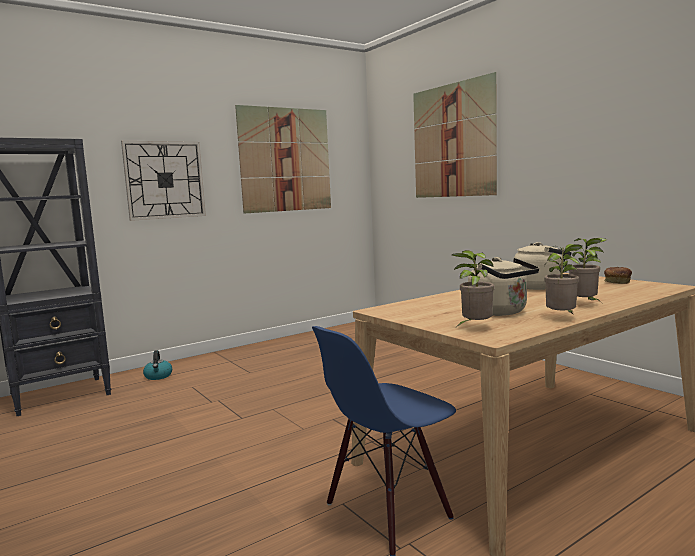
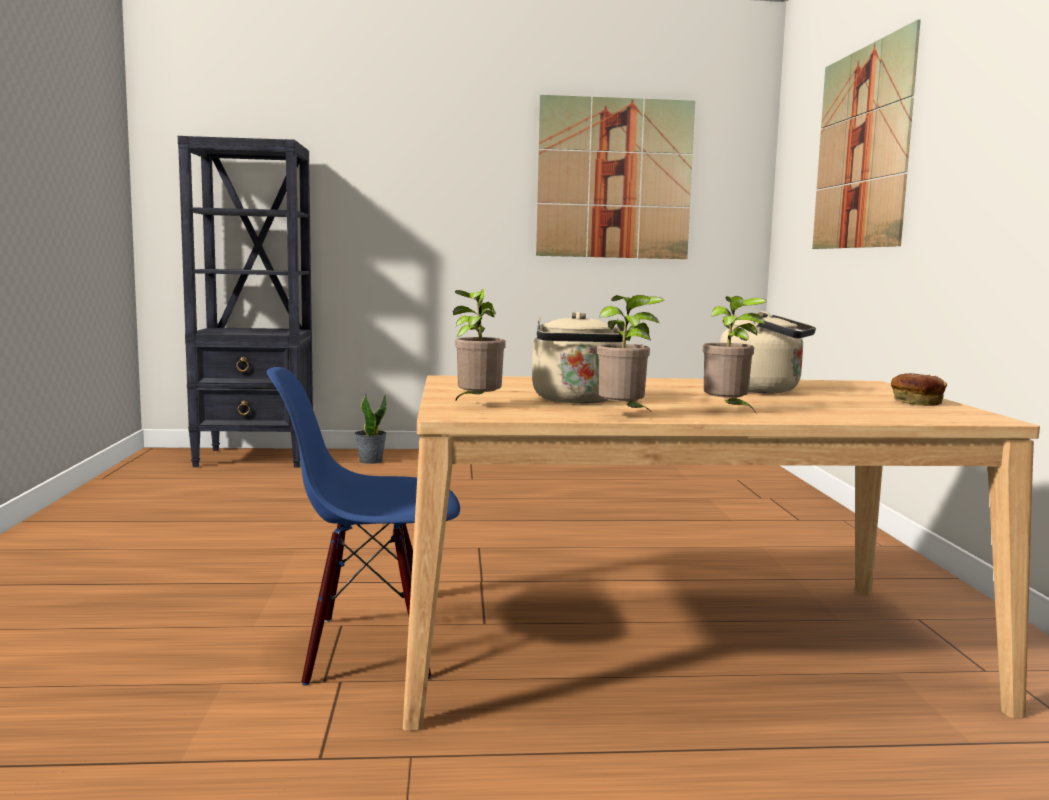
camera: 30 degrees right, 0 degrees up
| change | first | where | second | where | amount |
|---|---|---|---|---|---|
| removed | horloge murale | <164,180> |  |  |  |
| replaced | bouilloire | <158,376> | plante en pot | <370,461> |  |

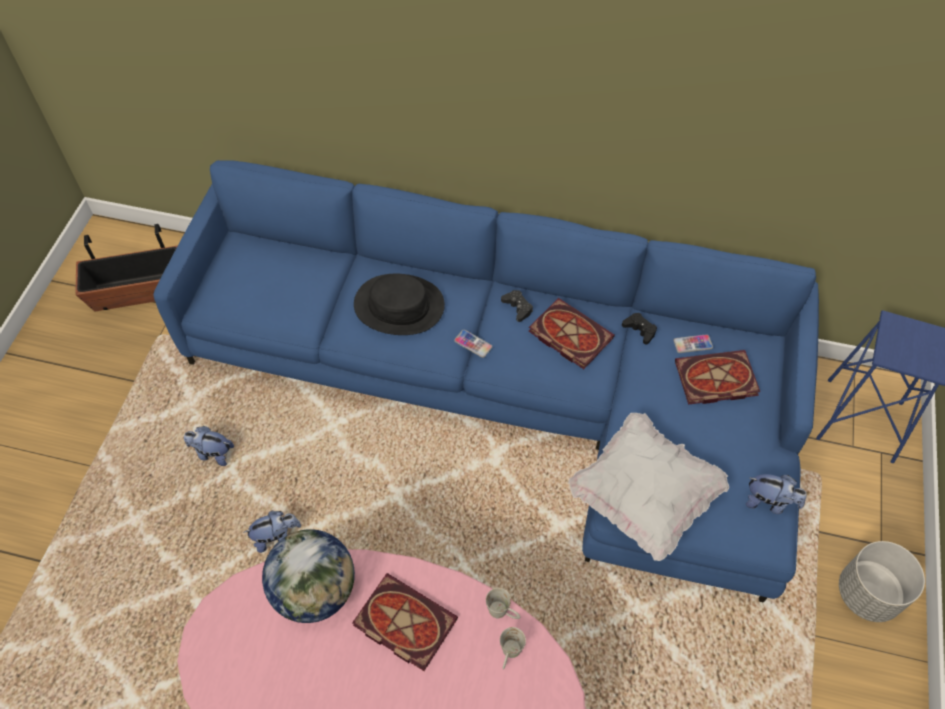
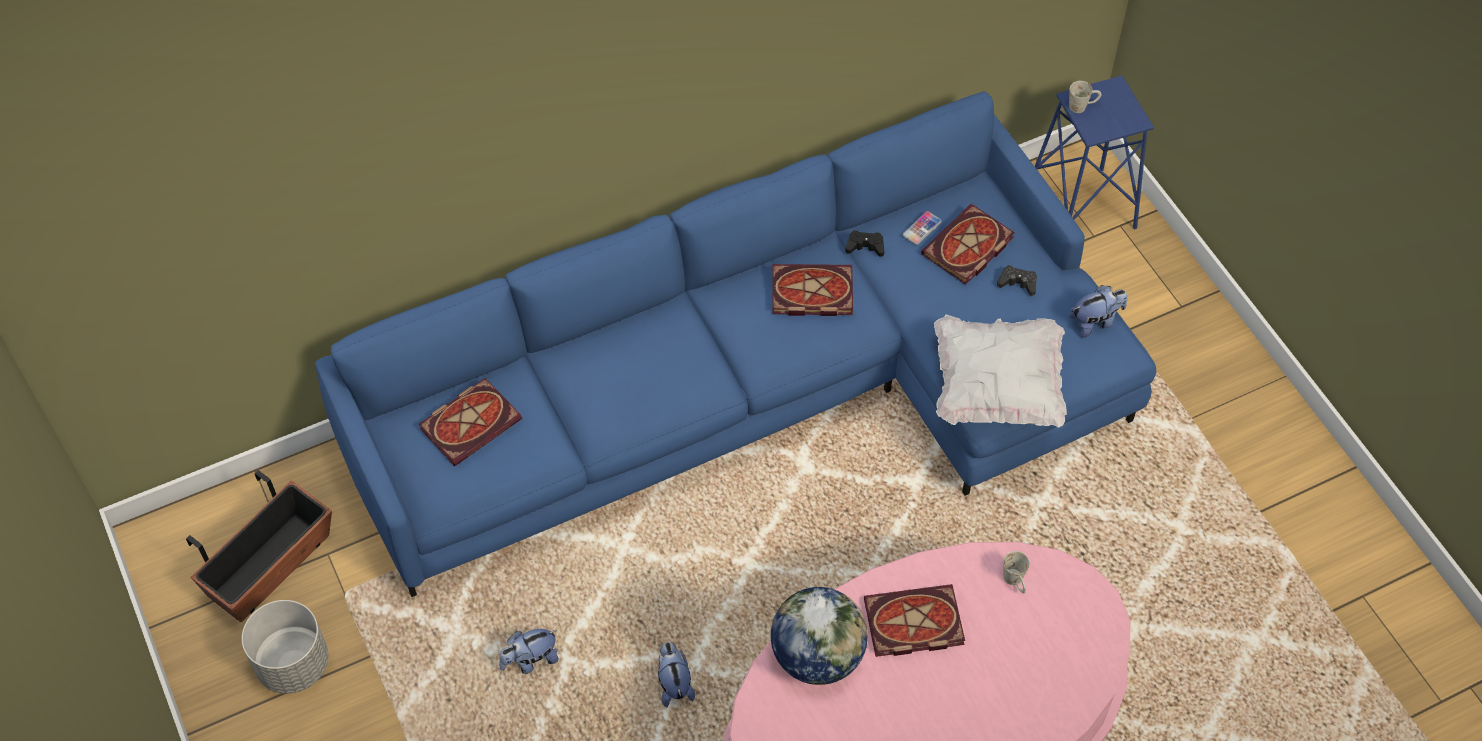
camera: 40 degrees left, 0 degrees up
| change | first | where | second | where | amount |
|---|---|---|---|---|---|
| removed | chapeau/noir | <399,305> |  |  |  |
| removed | téléphone | <473,344> |  |  |  |
| added |  |  | livre | <471,422> |  |
| moved | mug/blanc | <503,612> |  | <1082,106> |  |
| moved | manette/noir | <517,307> |  | <1017,283> |  |
| moved | cache-pot/gris | <868,594> |  | <294,664> |  |
| turned | peluche | <276,536> |  | <674,683> | 45 degrees counterclockwise |

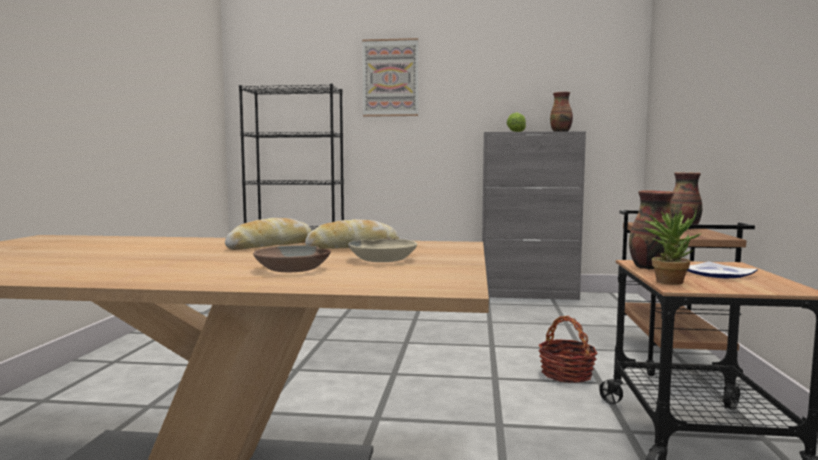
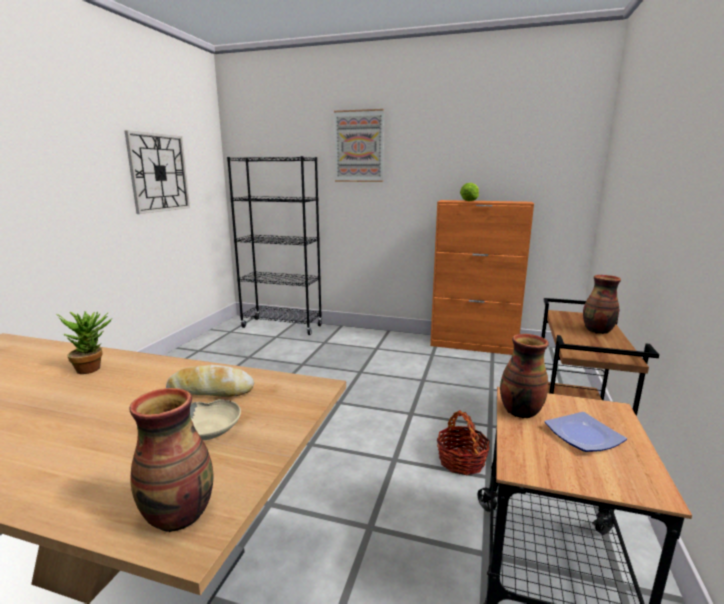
camera: 10 degrees right, 10 degrees up
| change | first | where | second | where | amount |
|---|---|---|---|---|---|
| removed | pain | <270,245> |  |  |  |
| removed | bol/marron | <292,268> |  |  |  |
| added |  |  | horloge murale | <159,173> |  |
| moved | vase | <561,132> |  | <180,514> |  |
| moved | plante en pot | <669,281> |  | <93,368> |  |
| recoloured | meuble de rangement/gris | <529,295> | meuble de rangement/orange | <473,346> |  |

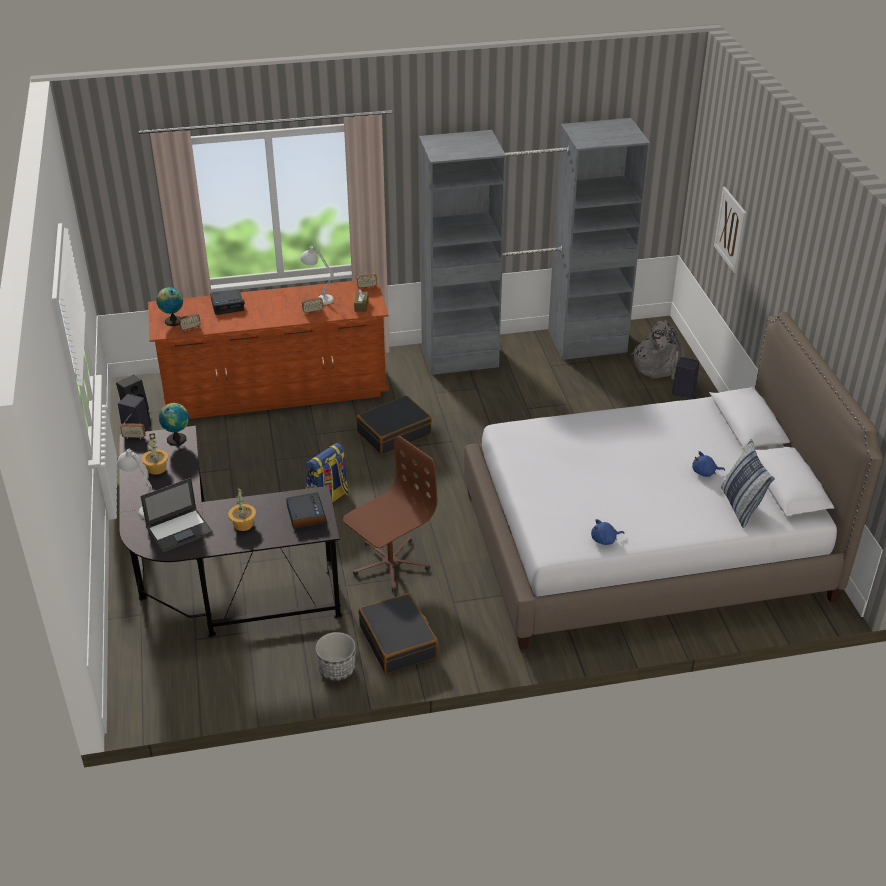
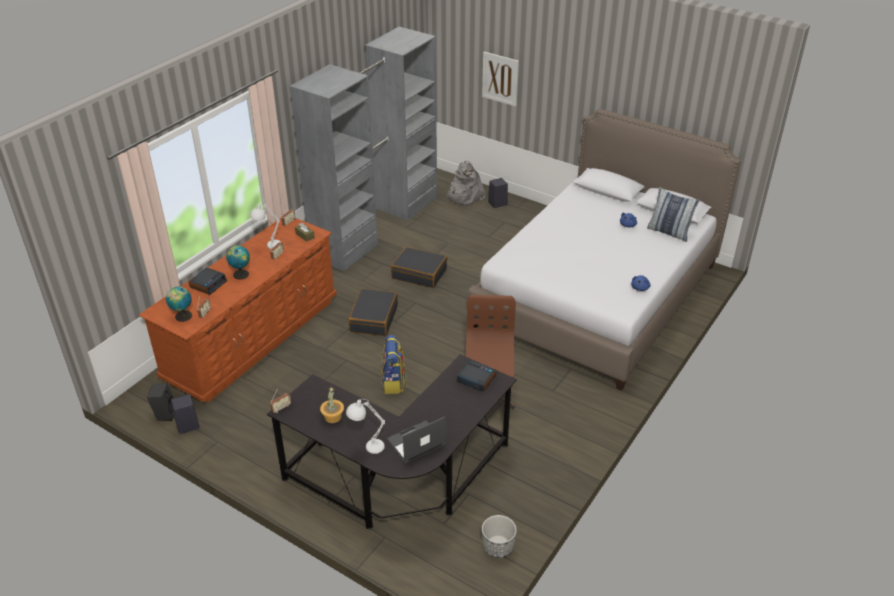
camera: 45 degrees left, 0 degrees up
| change | first | where | second | where | amount |
|---|---|---|---|---|---|
| removed | plante en pot | <243,524> |  |  |  |
| moved | globe | <177,438> |  | <240,274> |  |
| moved | cache-pot | <337,669> |  | <498,547> |  |
| moved | valise/noir | <398,641> |  | <419,273> |  |
| turned | ordinateur portable | <180,530> |  | <415,442> | 135 degrees counterclockwise |

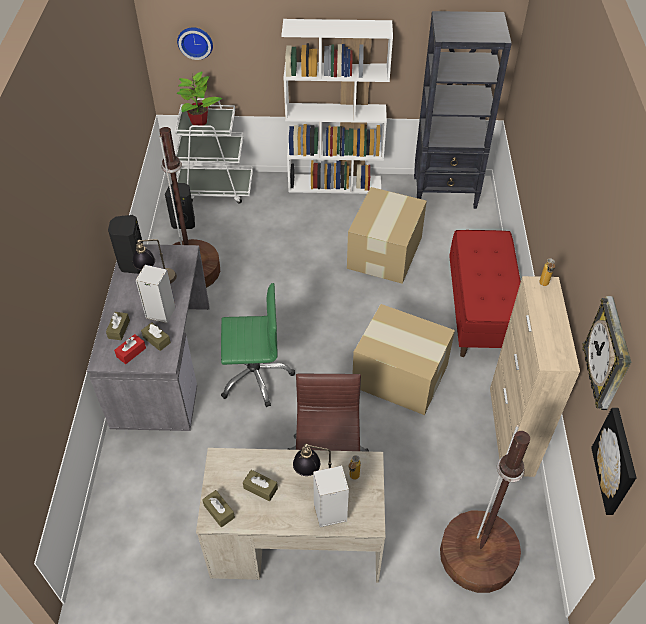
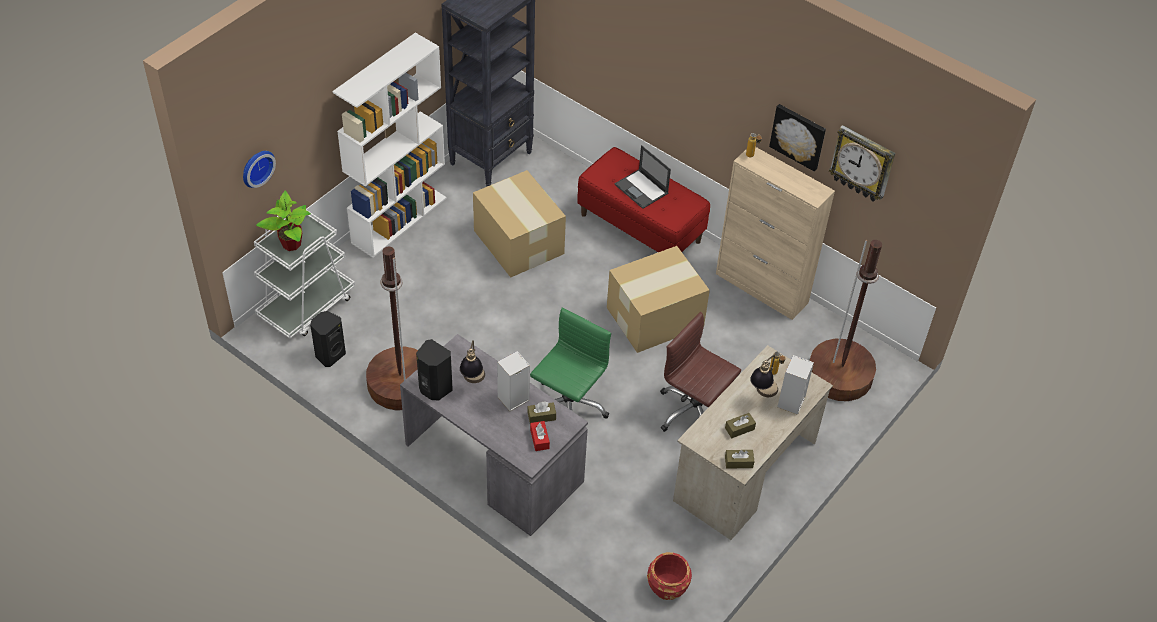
camera: 55 degrees left, 0 degrees up
| change | first | where | second | where | amount |
|---|---|---|---|---|---|
| removed | boîte à mouchoirs/marron | <119,329> |  |  |  |
| added |  |  | ordinateur portable | <642,189> |  |
| added |  |  | cache-pot/rouge | <667,587> |  |
| moved | tableau | <616,461> |  | <798,136> |  |

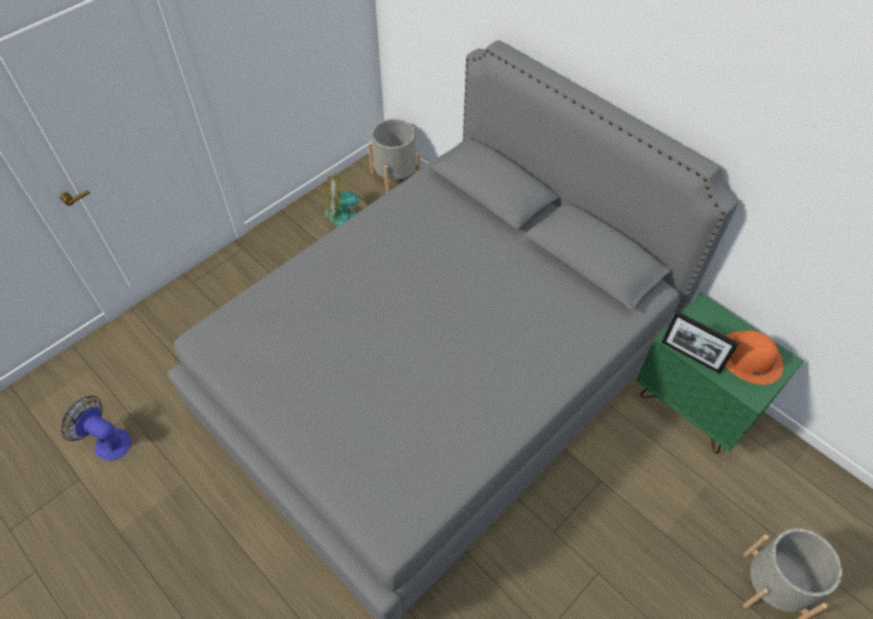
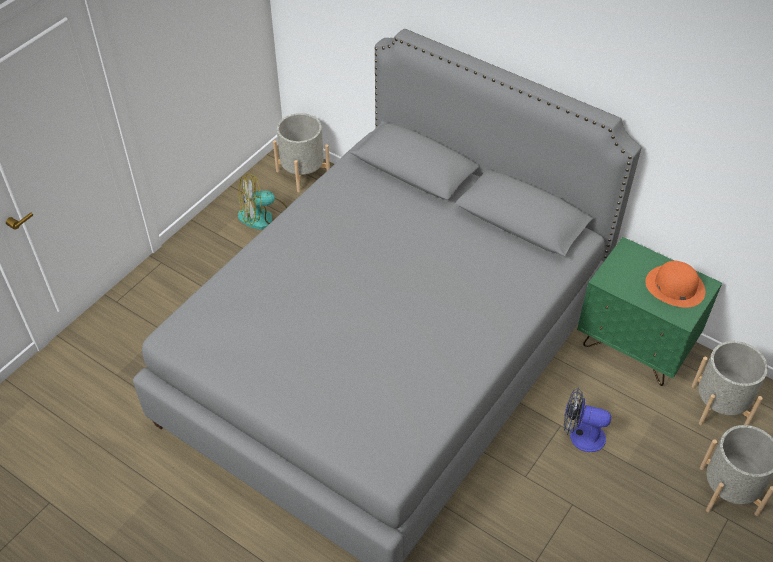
camera: 10 degrees left, 5 degrees down
| change | first | where | second | where | amount |
|---|---|---|---|---|---|
| removed | cadre photo | <691,356> |  |  |  |
| added |  |  | cache-pot/gris | <719,405> |  |
| moved | ventilateur | <107,441> |  | <580,435> |  |

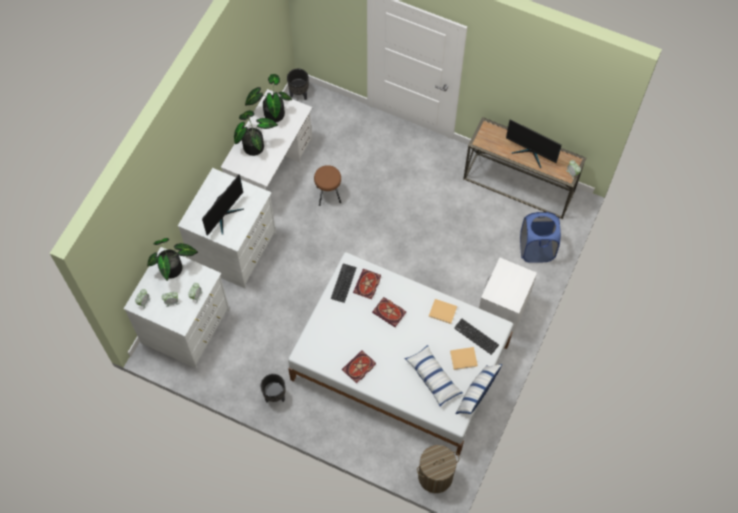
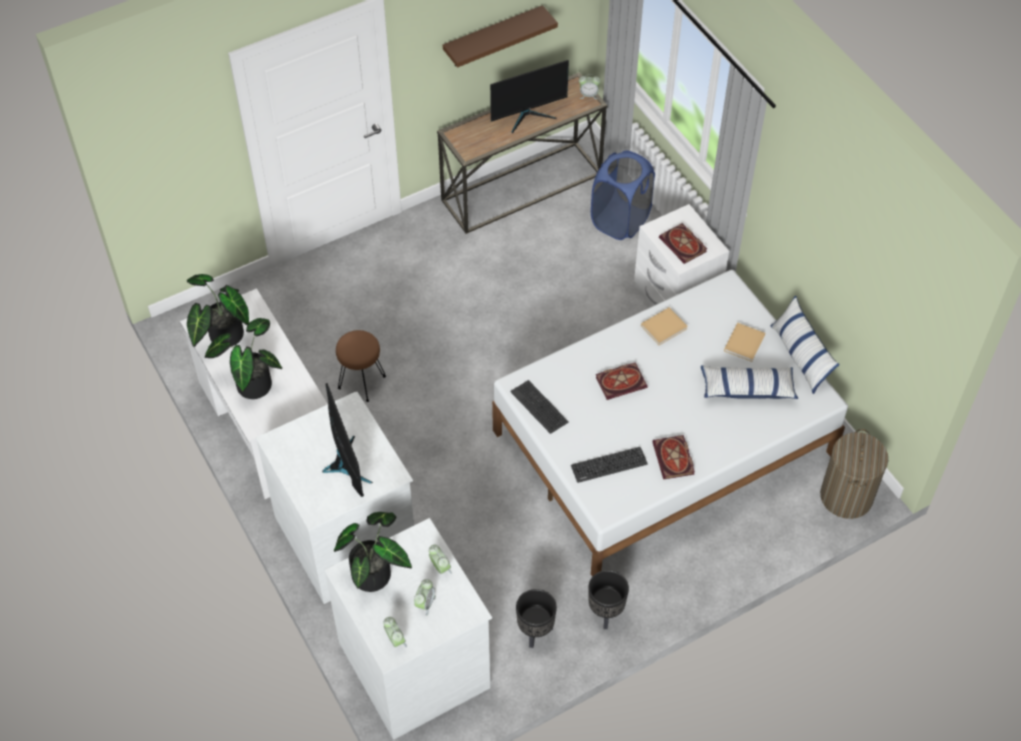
camera: 55 degrees left, 10 degrees down
| change | first | where | second | where | amount |
|---|---|---|---|---|---|
| added |  |  | étagère/marron | <493,37> |  |
| moved | cache-pot/noir | <299,94> |  | <535,632> |  |
| moved | livre | <367,285> |  | <684,245> |  |
| moved | clavier | <476,336> |  | <609,465> |  |

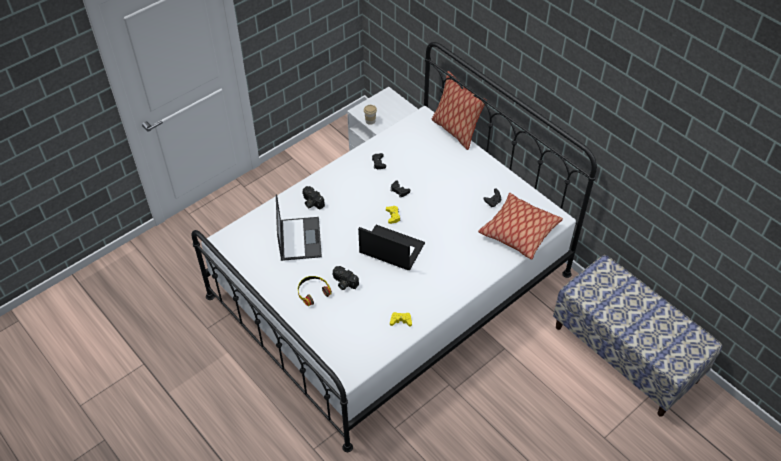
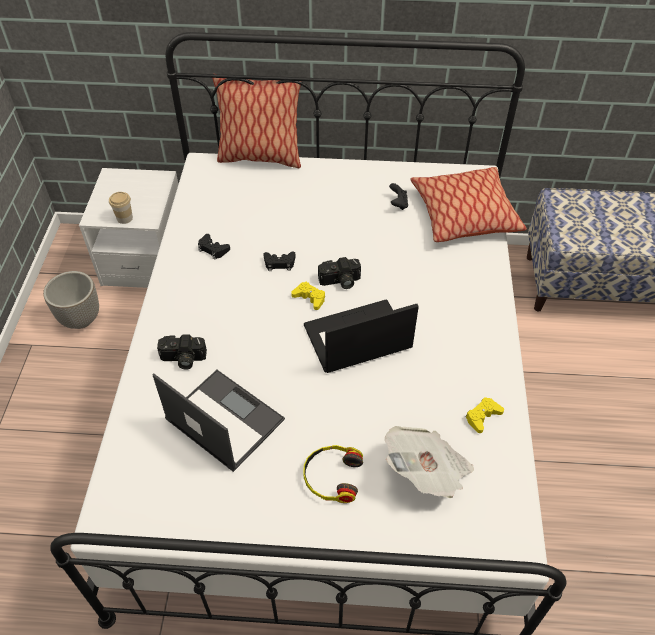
camera: 45 degrees left, 0 degrees up
| change | first | where | second | where | amount |
|---|---|---|---|---|---|
| added |  |  | cache-pot | <80,319> |  |
| added |  |  | journal | <427,472> |  |
| moved | appareil photo | <344,283> |  | <340,281> |  |

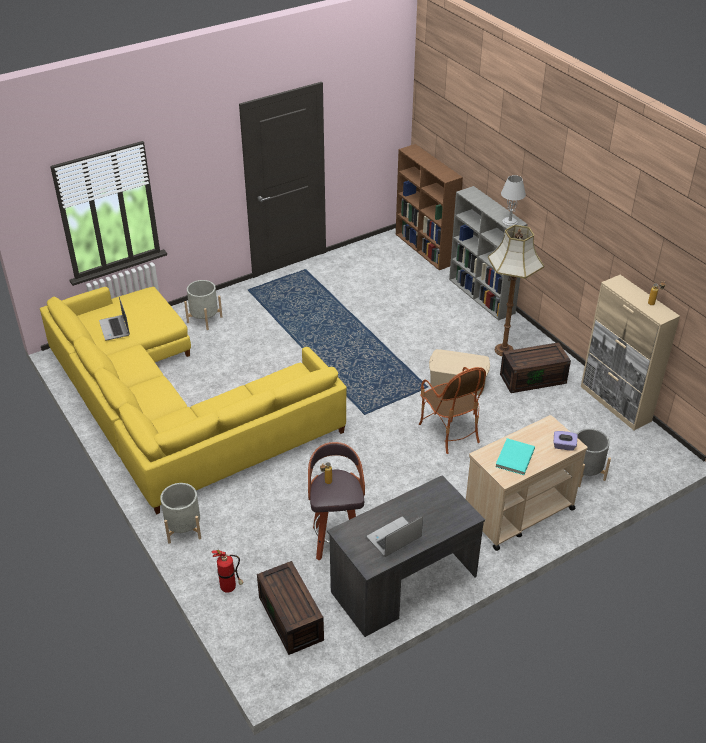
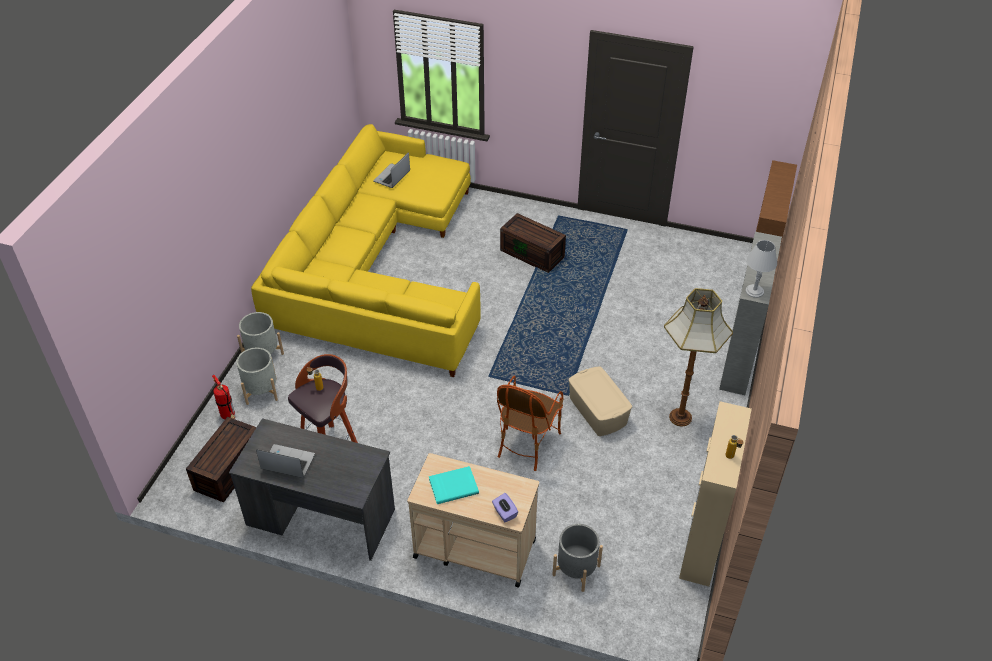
camera: 50 degrees right, 5 degrees up
| change | first | where | second | where | amount |
|---|---|---|---|---|---|
| moved | cache-pot/gris | <204,319> |  | <261,391> |  |
| moved | boîte de rangement/marron | <533,378> |  | <533,253> |  |

